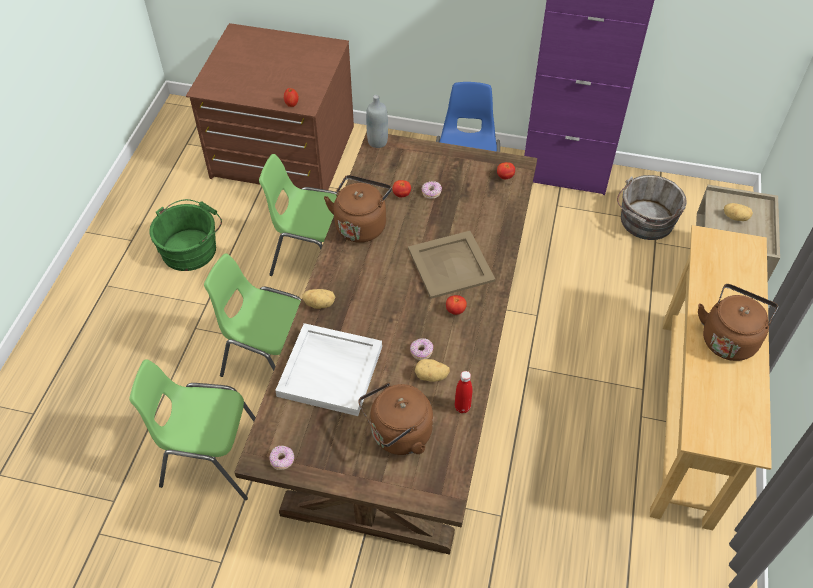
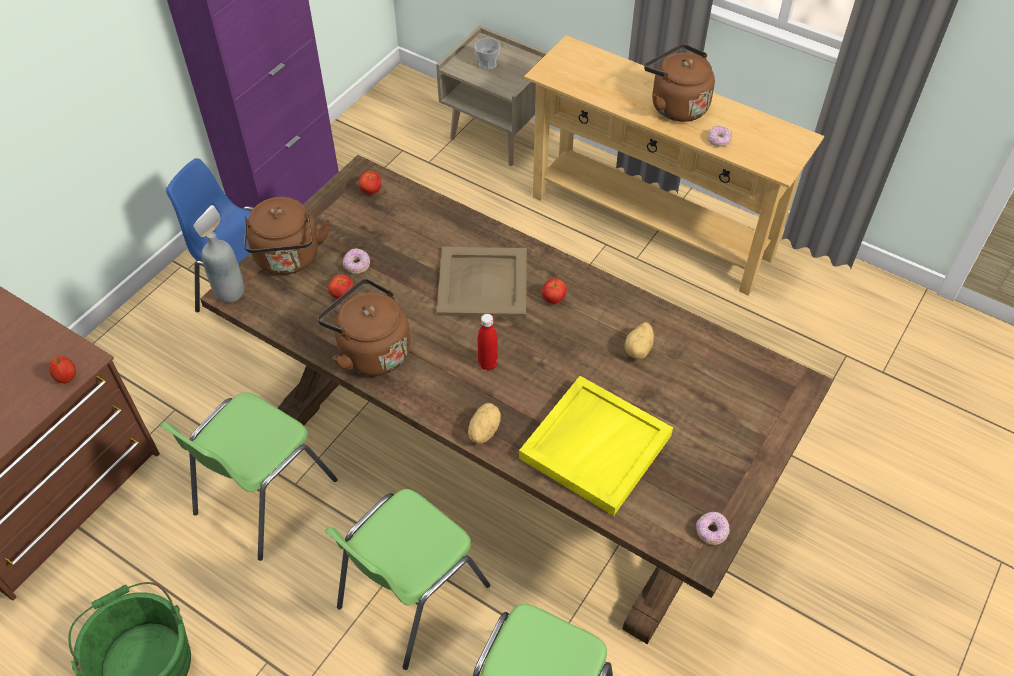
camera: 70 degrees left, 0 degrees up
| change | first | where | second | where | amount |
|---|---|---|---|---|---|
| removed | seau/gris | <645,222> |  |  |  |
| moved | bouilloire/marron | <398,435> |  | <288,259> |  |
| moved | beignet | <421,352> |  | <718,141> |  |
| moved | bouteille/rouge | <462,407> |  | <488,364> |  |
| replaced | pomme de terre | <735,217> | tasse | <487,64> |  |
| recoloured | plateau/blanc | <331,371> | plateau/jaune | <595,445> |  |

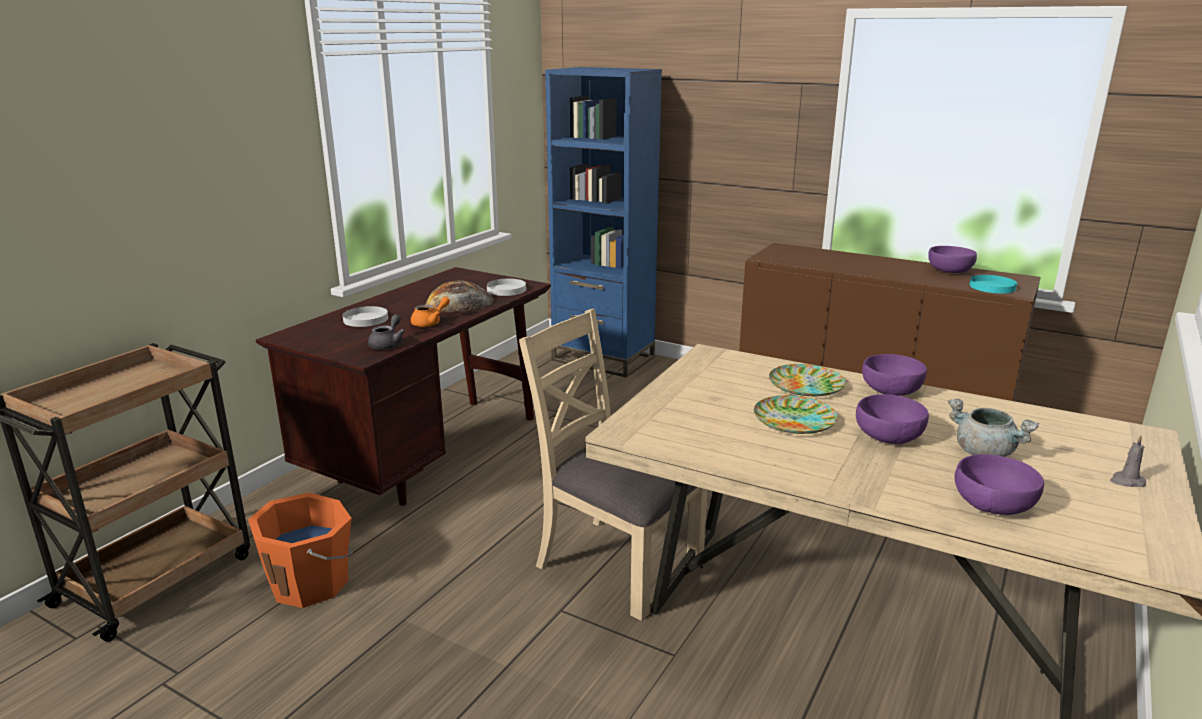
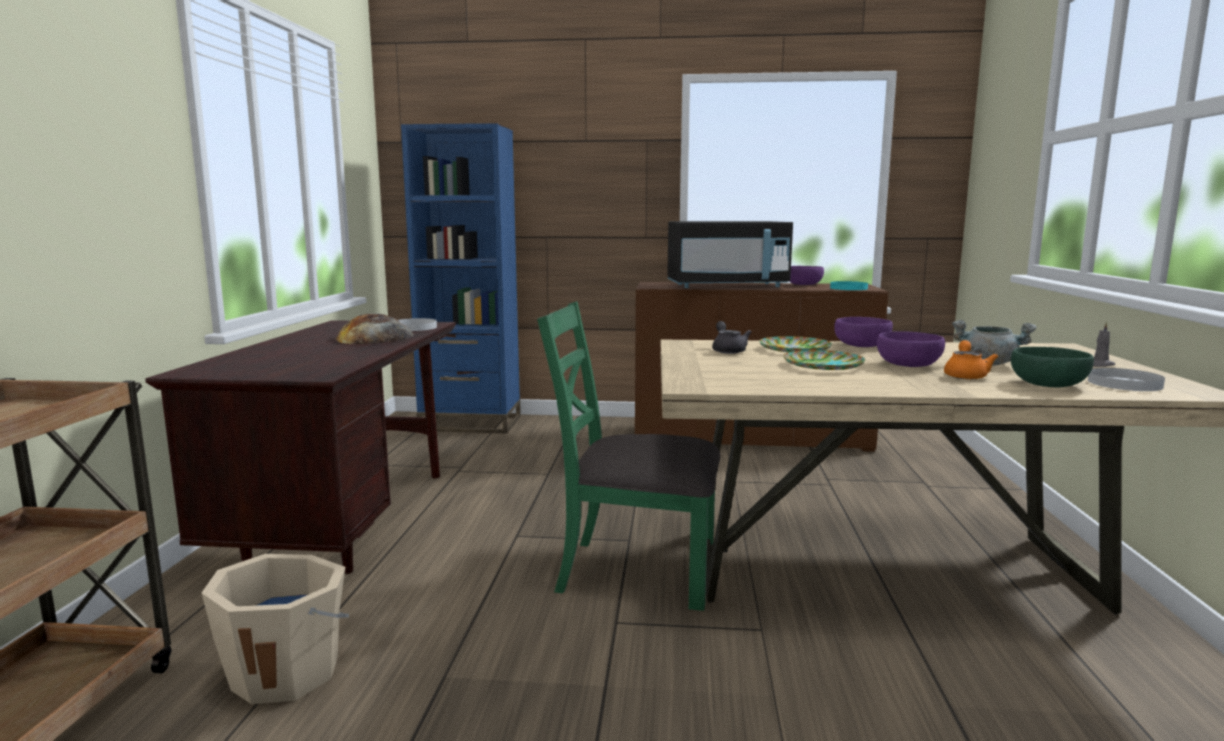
camera: 25 degrees left, 10 degrees down
| change | first | where | second | where | amount |
|---|---|---|---|---|---|
| added |  |  | micro-ondes/noir | <727,286> |  |
| moved | assiette/blanc | <365,319> |  | <1125,383> |  |
| moved | théière/gris | <388,344> |  | <728,350> |  |
| moved | théière/orange | <430,323> |  | <965,375> |  |
| recoloured | seau/orange | <311,583> | seau/beige | <287,672> |  |
| recoloured | chaise/beige | <616,563> | chaise/vert | <635,571> |  |
| recoloured | bol/violet | <994,504> | bol/vert | <1049,384> |  |

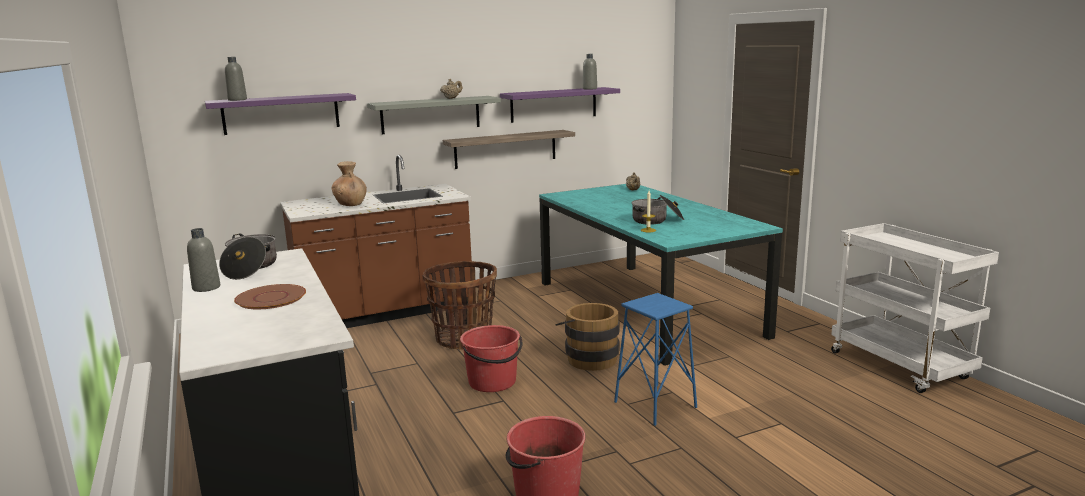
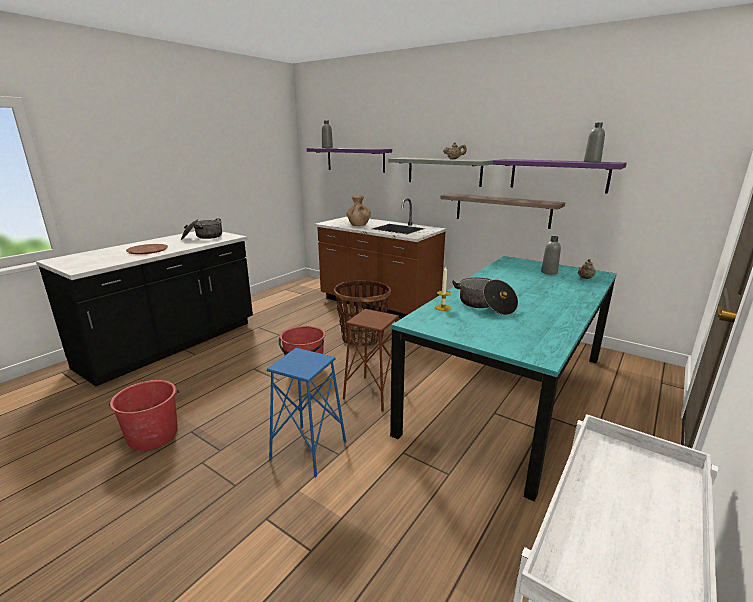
camera: 60 degrees right, 5 degrees up
| change | first | where | second | where | amount |
|---|---|---|---|---|---|
| moved | bouteille/gris | <206,288> |  | <549,272> |  |
| replaced | seau/marron | <588,358> | tabouret/marron | <373,393> |  |

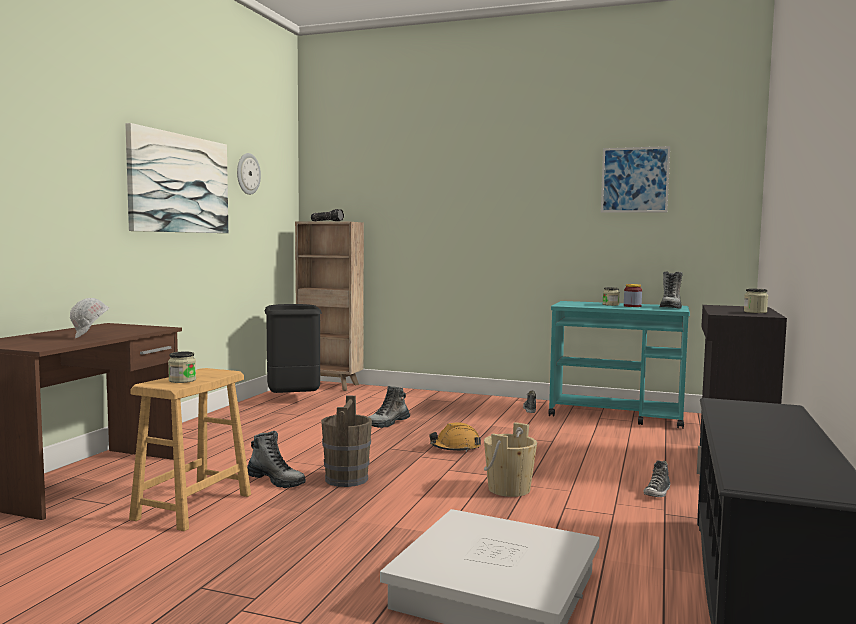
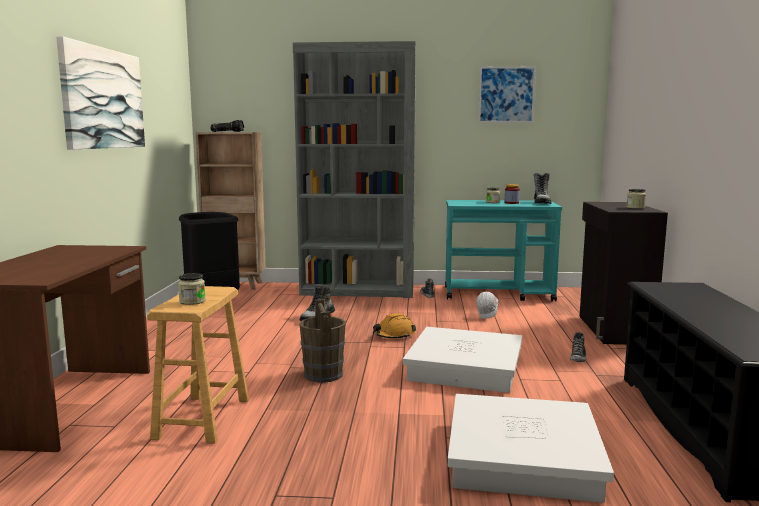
camera: 15 degrees left, 5 degrees up
| change | first | where | second | where | amount |
|---|---|---|---|---|---|
| removed | horloge murale | <247,174> |  |  |  |
| removed | botte | <276,481> |  |  |  |
| added |  |  | bibliothèque/gris | <358,290> |  |
| moved | casque de chantier/blanc | <91,337> |  | <487,316> |  |
| replaced | seau/beige | <509,489> | boîte de rangement/blanc | <465,368> |  |

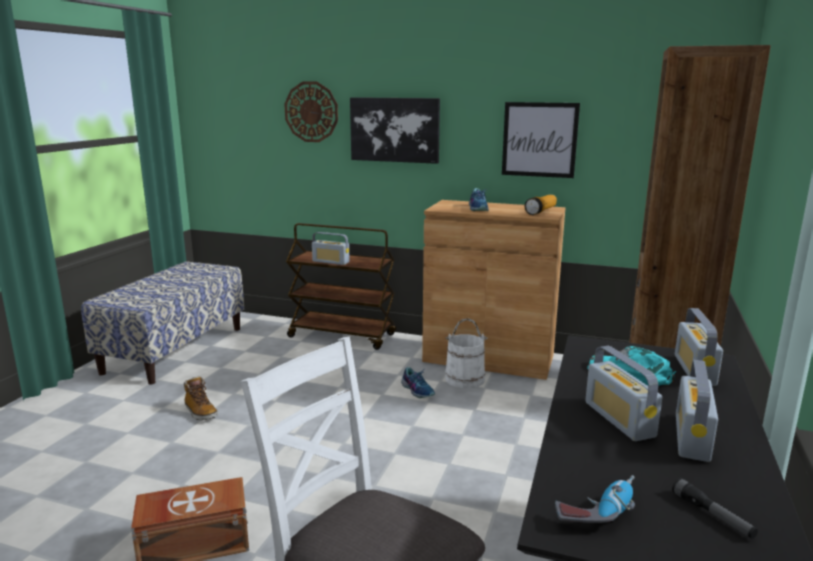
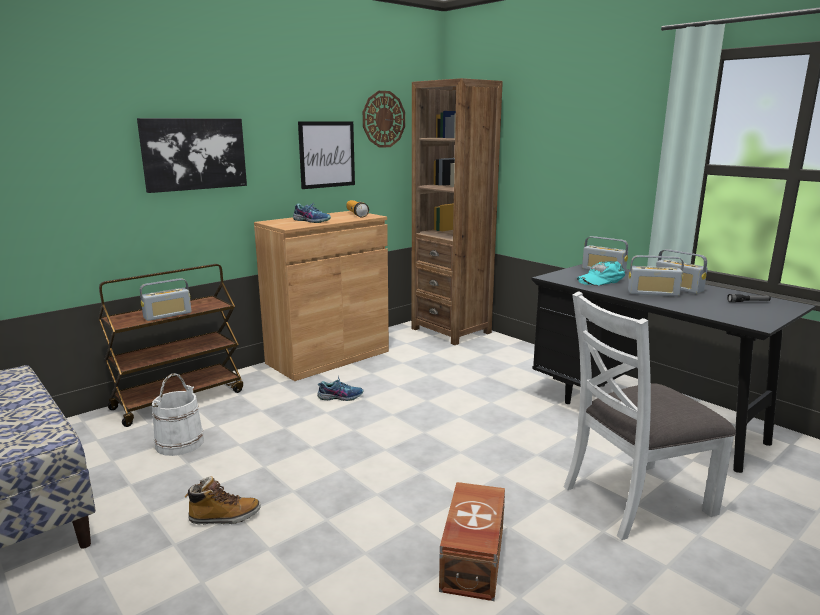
camera: 60 degrees left, 0 degrees up
| change | first | where | second | where | amount |
|---|---|---|---|---|---|
| removed | perceuse | <598,509> |  |  |  |
| moved | horloge murale | <311,112> |  | <383,119> |  |
| moved | seau/blanc | <464,379> |  | <179,443> |  |

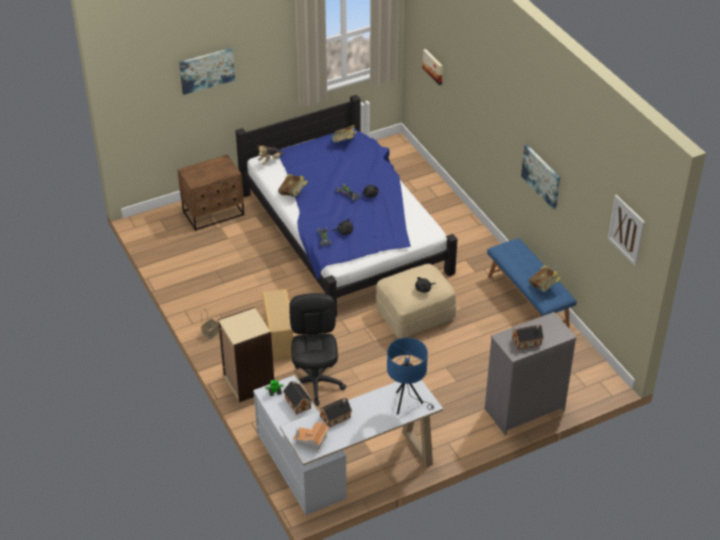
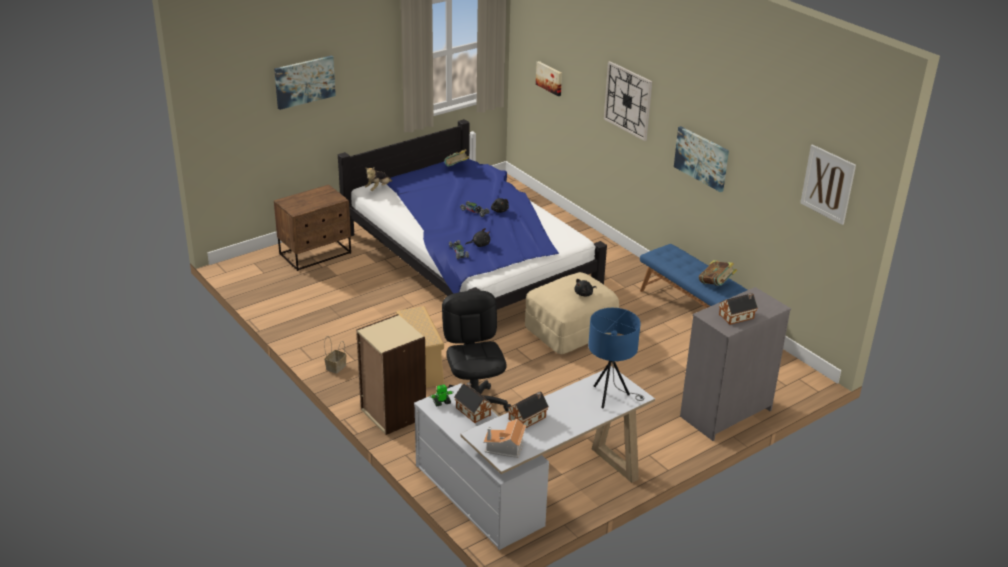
camera: 10 degrees left, 10 degrees down
| change | first | where | second | where | amount |
|---|---|---|---|---|---|
| removed | livre | <293,194> |  |  |  |
| added |  |  | horloge murale | <628,100> |  |

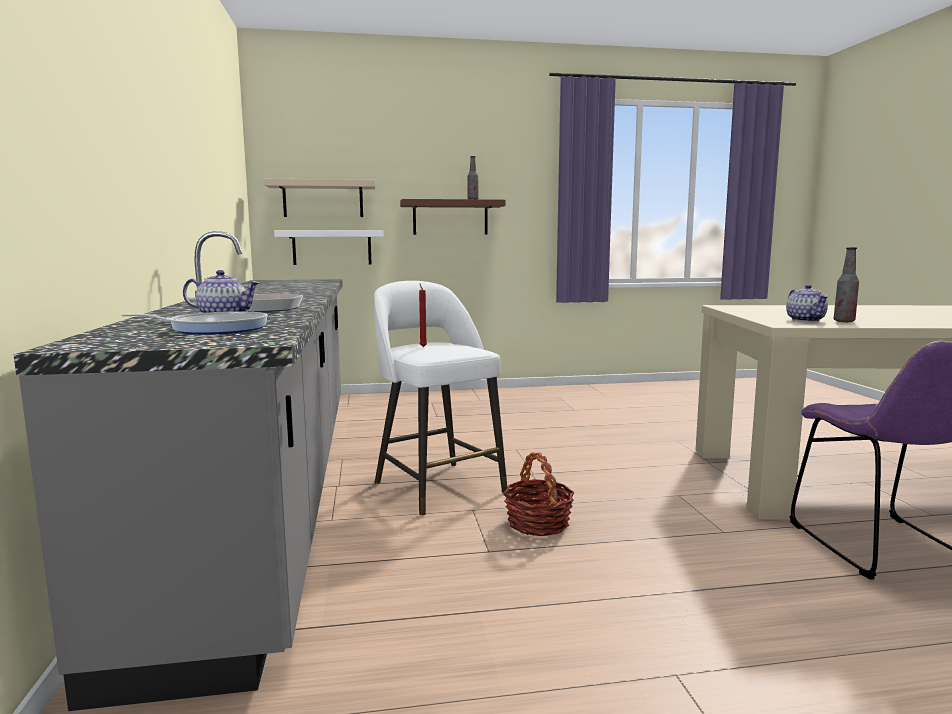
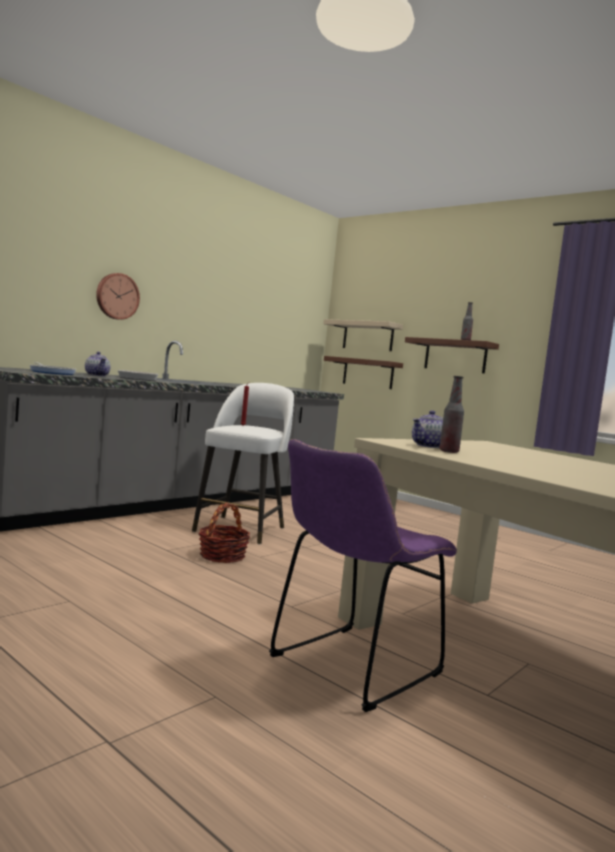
camera: 50 degrees right, 5 degrees down
| change | first | where | second | where | amount |
|---|---|---|---|---|---|
| added |  |  | horloge murale | <117,296> |  |
| recoloured | étagère/blanc | <332,247> | étagère/marron | <368,373> |  |

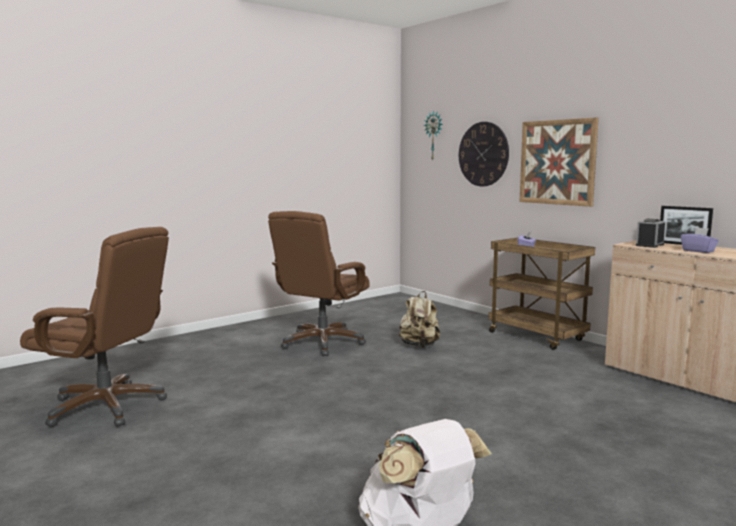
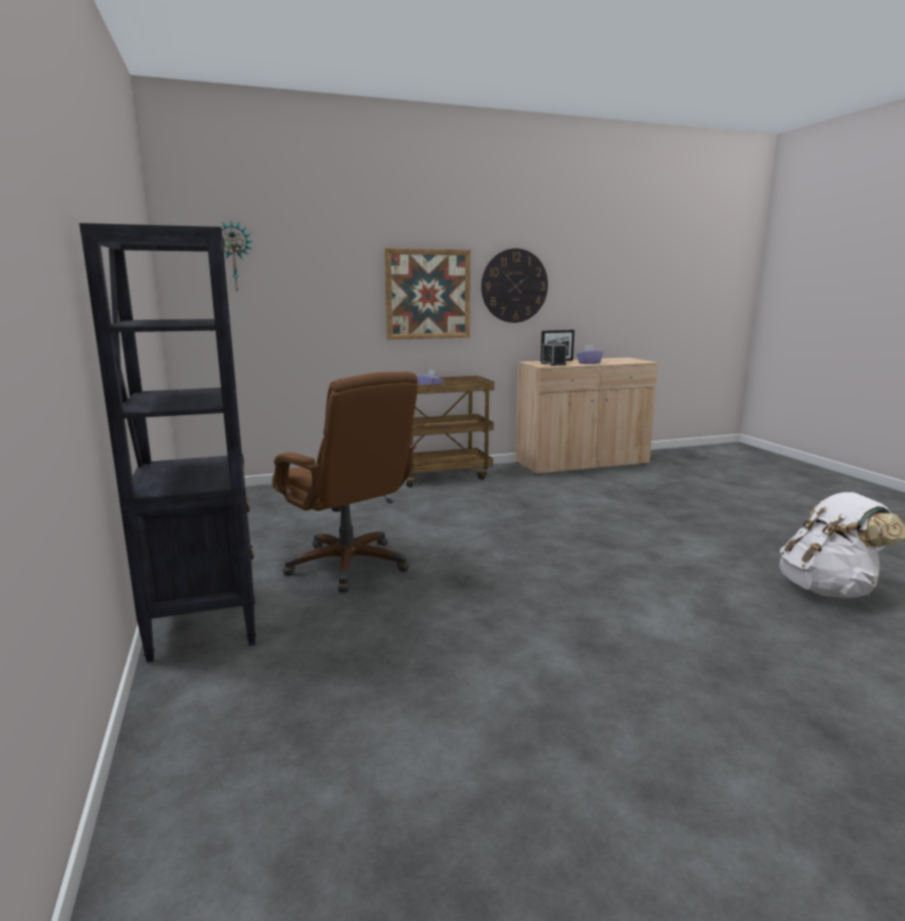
camera: 70 degrees left, 5 degrees up
| change | first | where | second | where | amount |
|---|---|---|---|---|---|
| removed | chaise de bureau/marron | <107,406> |  |  |  |
| removed | sac à dos/beige | <419,346> |  |  |  |
| added |  |  | bibliothèque/noir | <205,620> |  |
| moved | horloge murale | <483,154> |  | <514,286> |  |

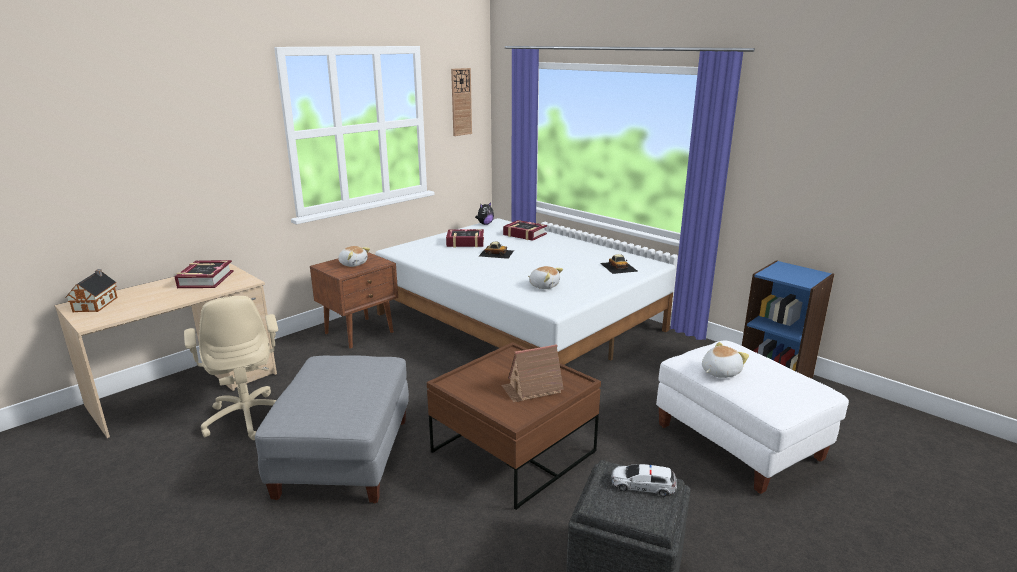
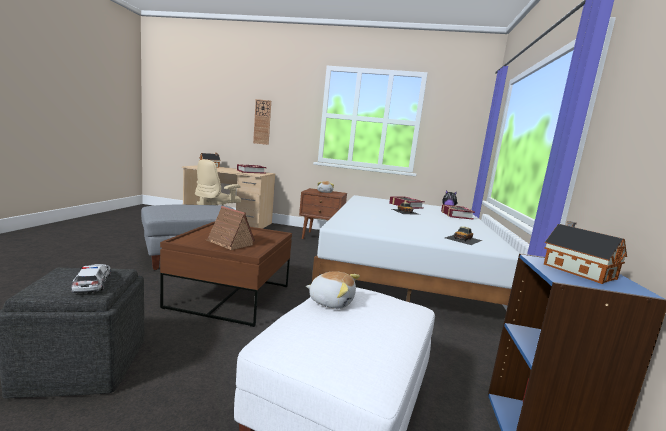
camera: 55 degrees right, 10 degrees down
| change | first | where | second | where | amount |
|---|---|---|---|---|---|
| removed | peluche | <544,286> |  |  |  |
| added |  |  | maison miniature | <576,270> |  |
| moved | horloge murale | <461,102> |  | <262,122> |  |

